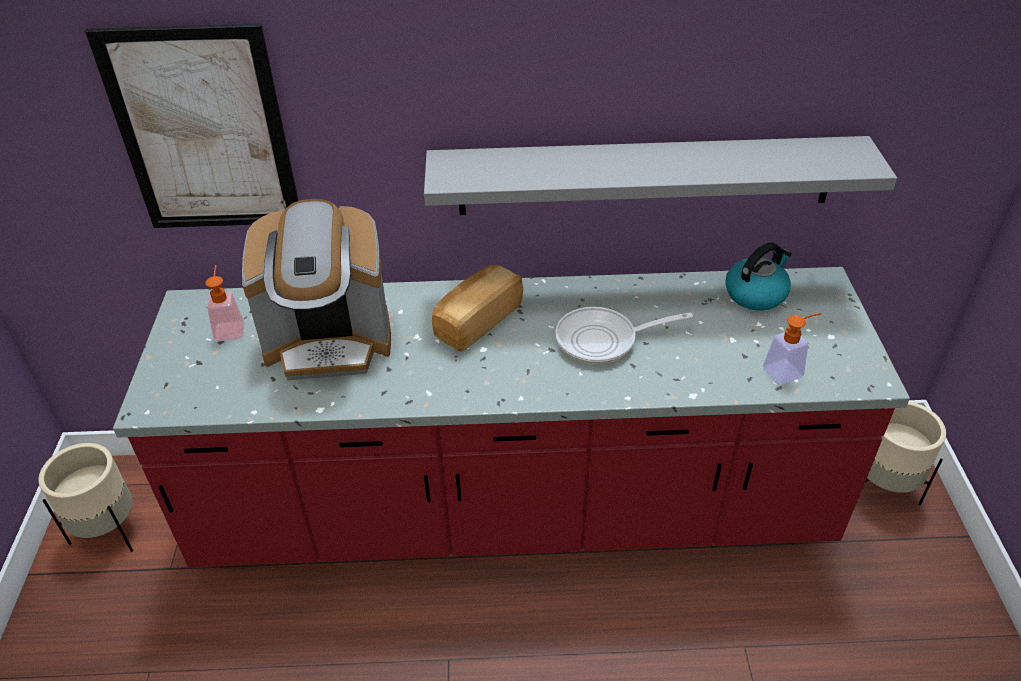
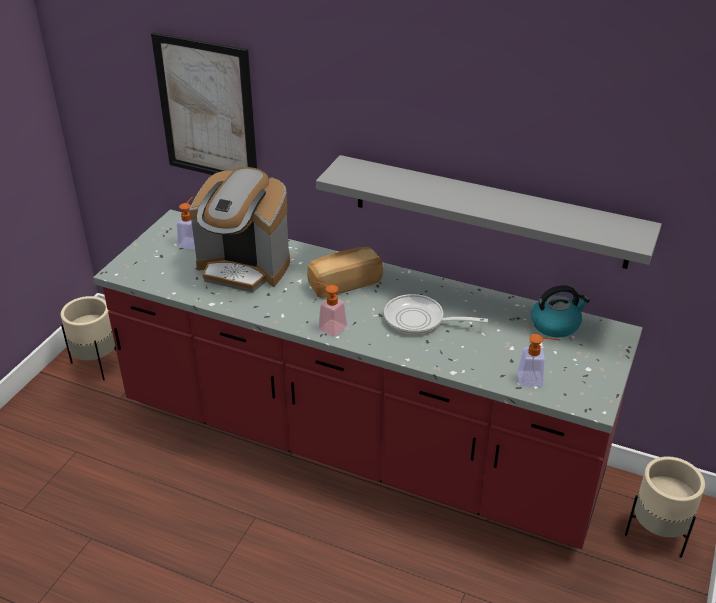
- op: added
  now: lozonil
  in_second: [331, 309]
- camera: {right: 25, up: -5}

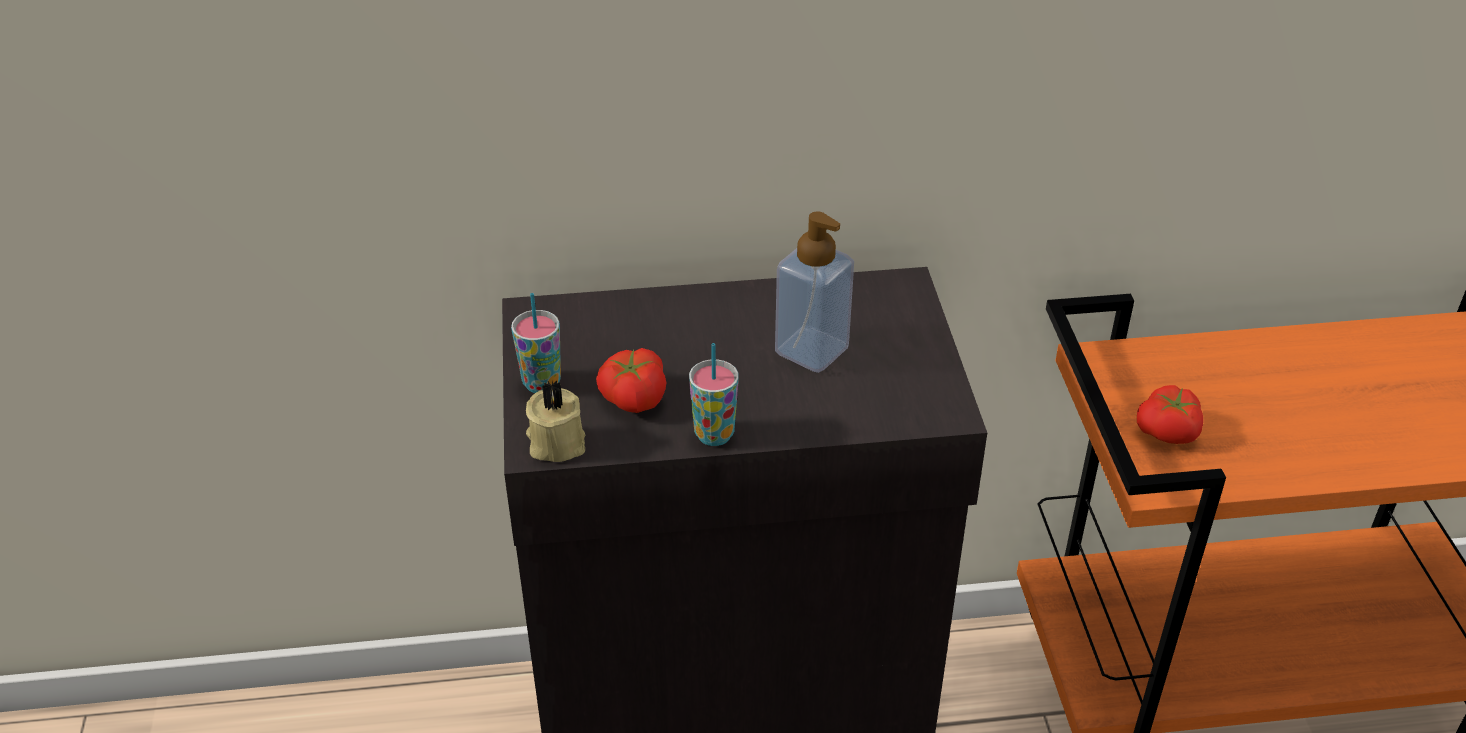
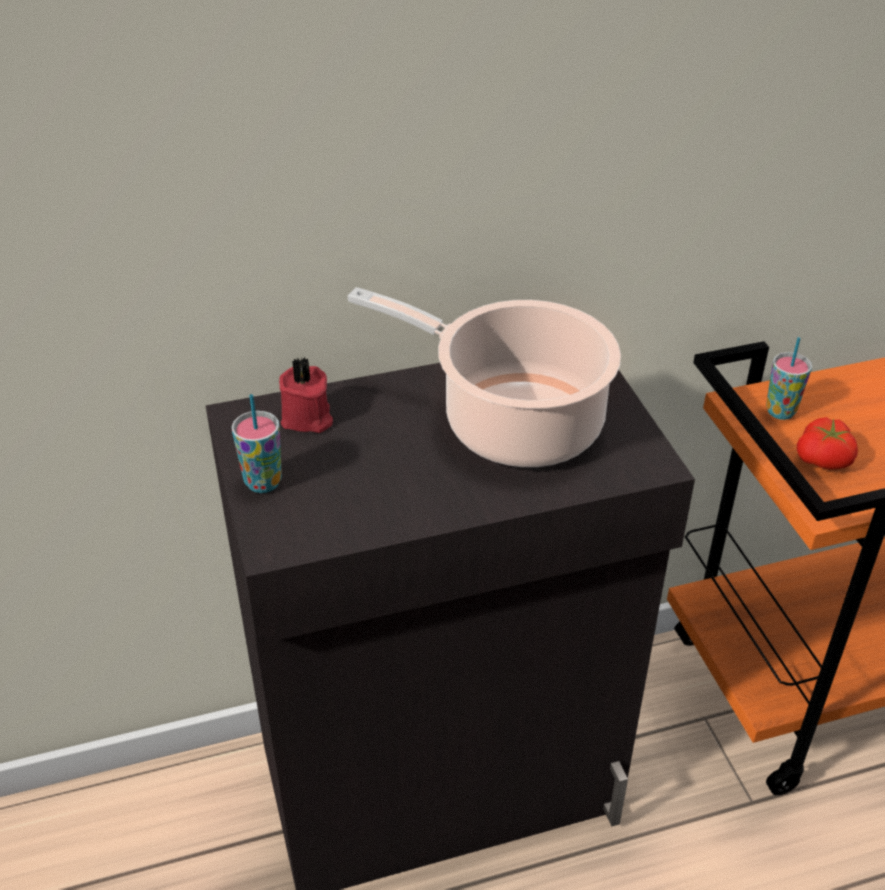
- op: removed
  was: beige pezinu
  in_first: [556, 421]
- op: removed
  was: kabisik
  in_first: [631, 380]
- op: added
  now: red pezinu
  in_second: [306, 395]
- op: moved
  was: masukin
  in_first: [714, 394]
  in_second: [789, 378]
- op: replaced
  was: lozonil
  now: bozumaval
  in_first: [814, 292]
  in_second: [484, 377]
- camera: {right: -10, up: 0}

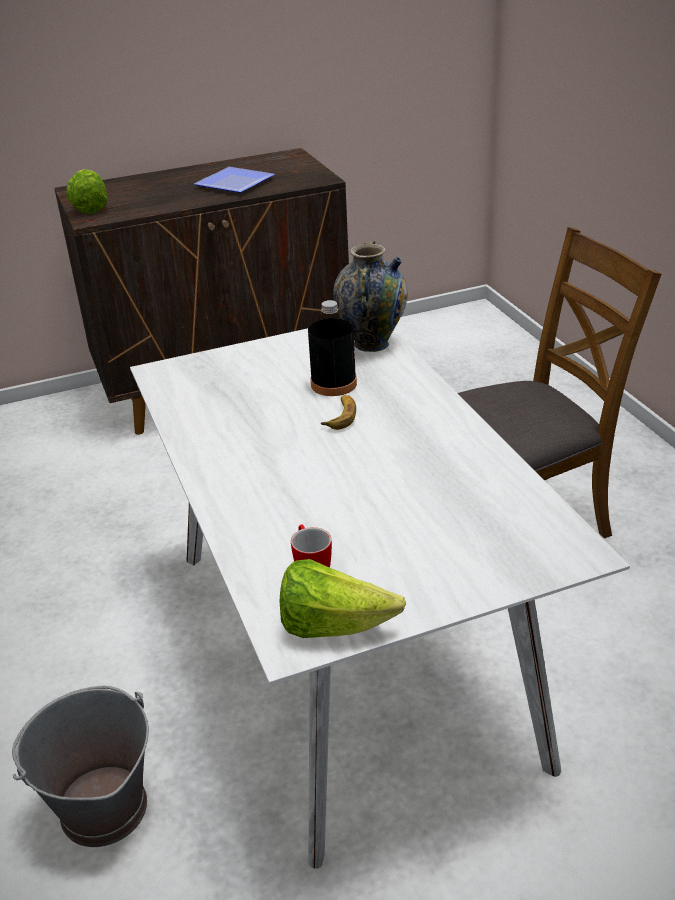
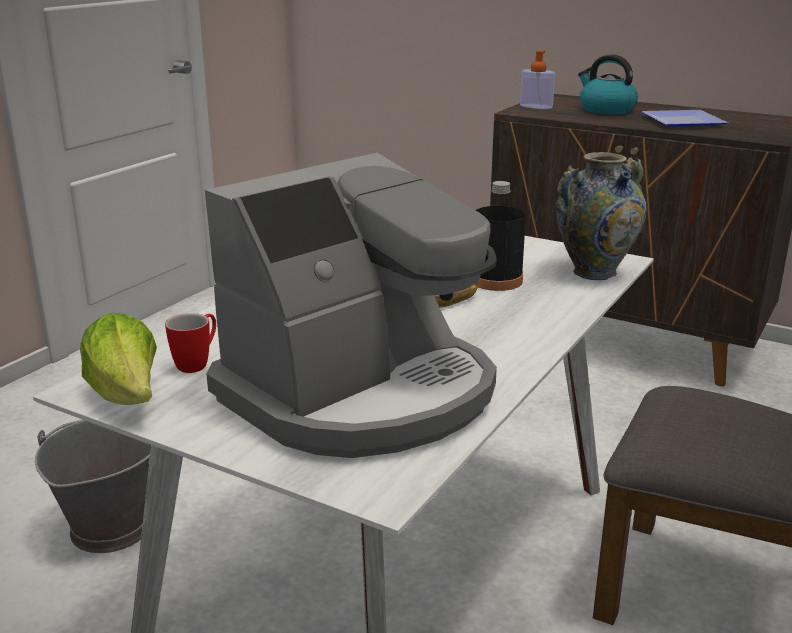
- op: added
  now: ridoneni
  in_second: [351, 305]
- op: added
  now: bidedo
  in_second: [608, 85]
- op: replaced
  was: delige
  now: lozonil
  in_first: [87, 191]
  in_second: [537, 79]
- camera: {right: 50, up: -10}

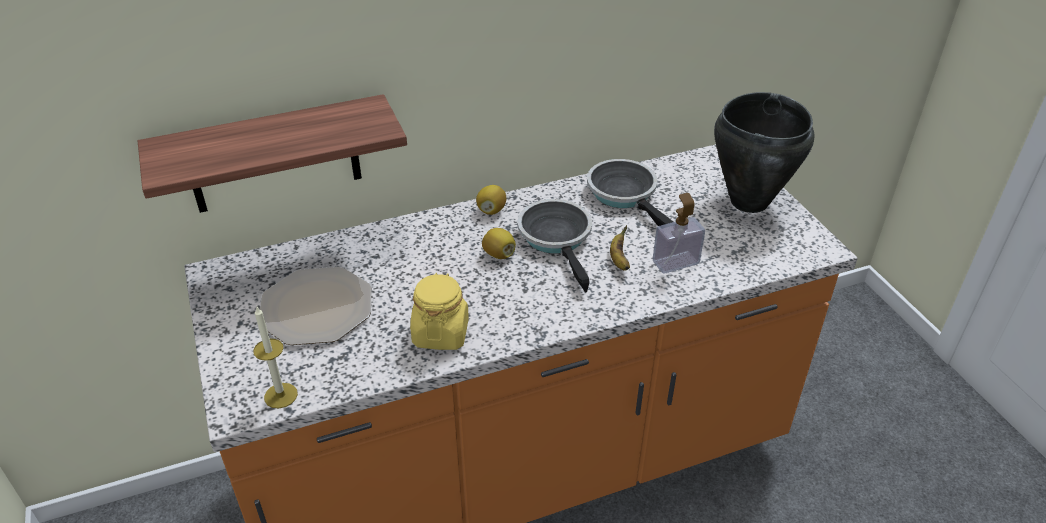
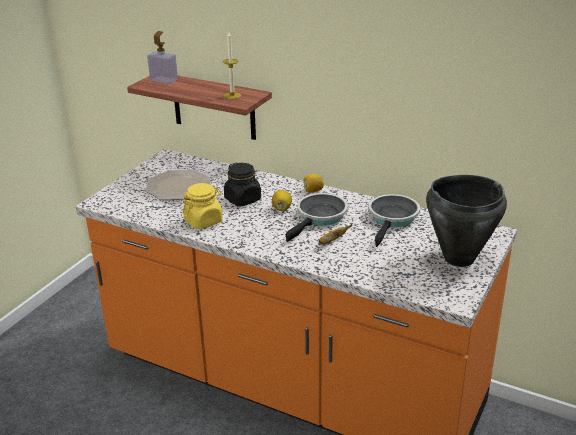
- op: added
  now: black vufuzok
  in_second: [242, 184]
- op: moved
  was: pezinu
  in_first: [275, 357]
  in_second: [232, 65]
- op: moved
  was: lozonil
  in_first: [679, 233]
  in_second: [162, 57]
- camera: {right: 50, up: -10}

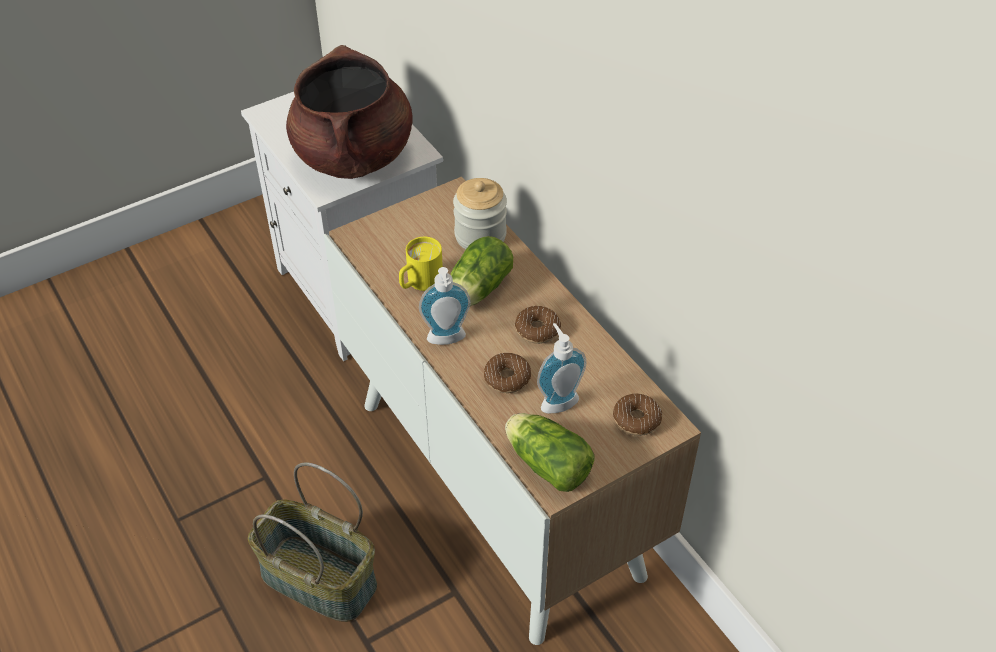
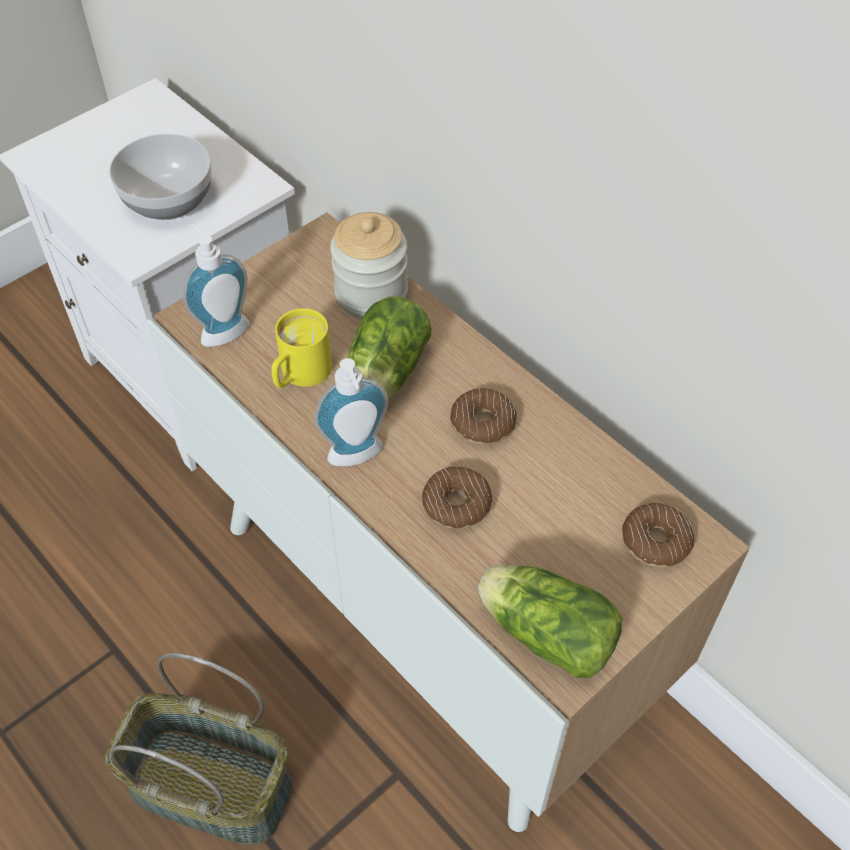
- op: moved
  was: lozonil
  in_first: [561, 368]
  in_second: [216, 285]
- op: replaced
  was: brown bozumaval
  now: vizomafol
  in_first: [349, 112]
  in_second: [160, 177]
- camera: {right: -10, up: 5}

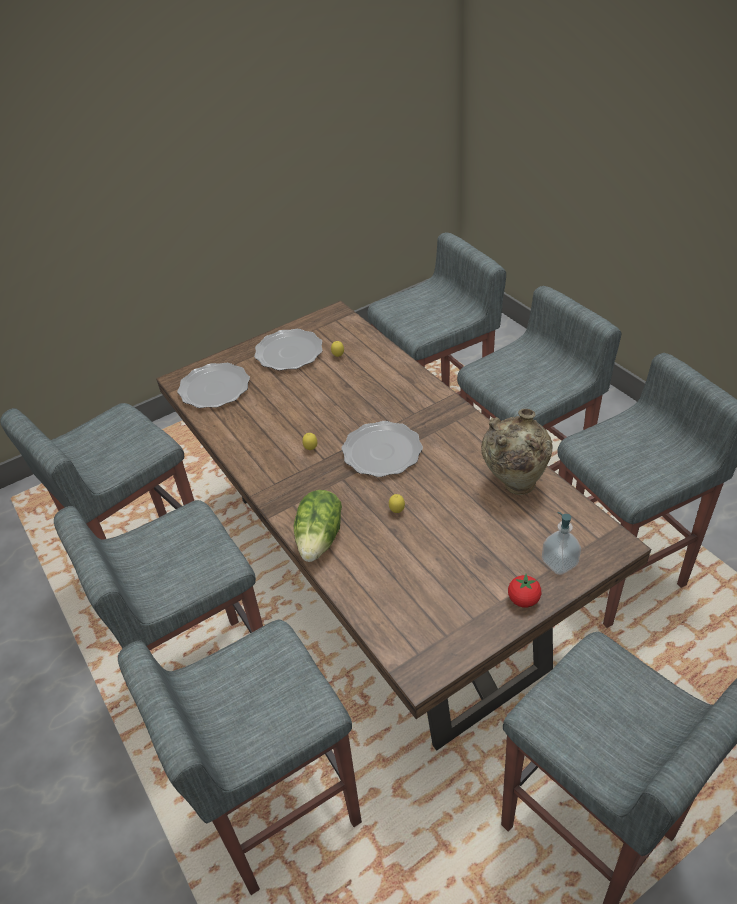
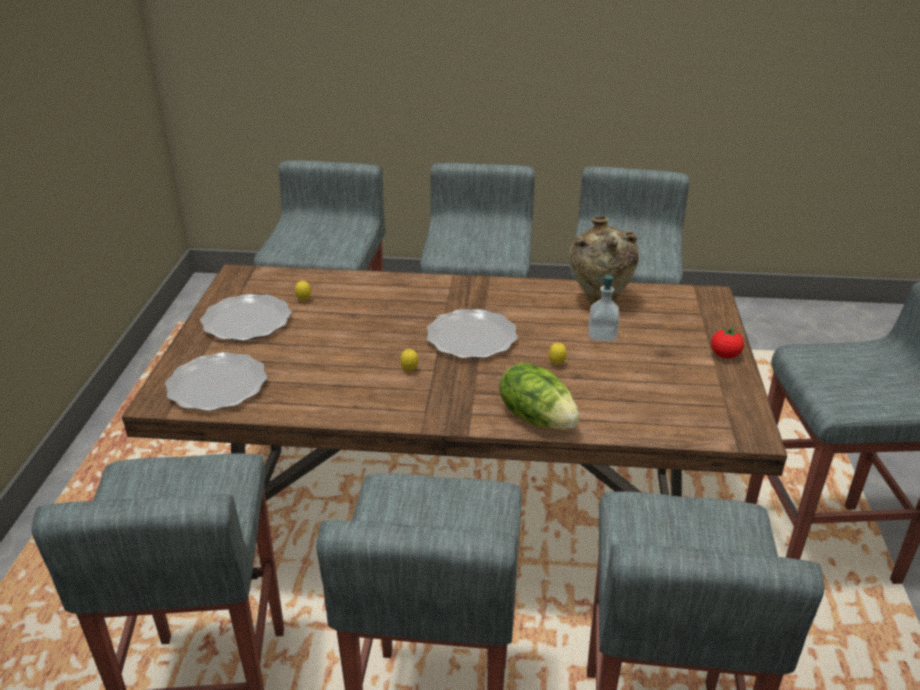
- op: moved
  was: lozonil
  in_first: [561, 543]
  in_second: [604, 308]
- camera: {right: -55, up: -10}

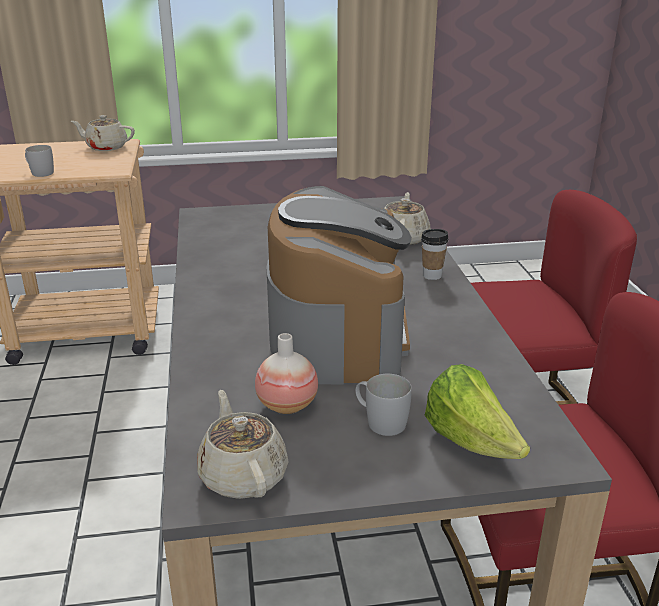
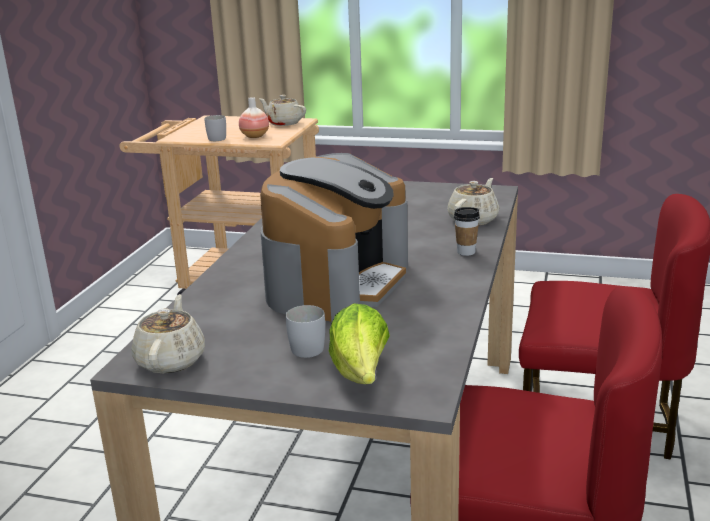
- op: moved
  was: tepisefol
  in_first: [286, 373]
  in_second: [254, 117]
- camera: {right: 25, up: -5}

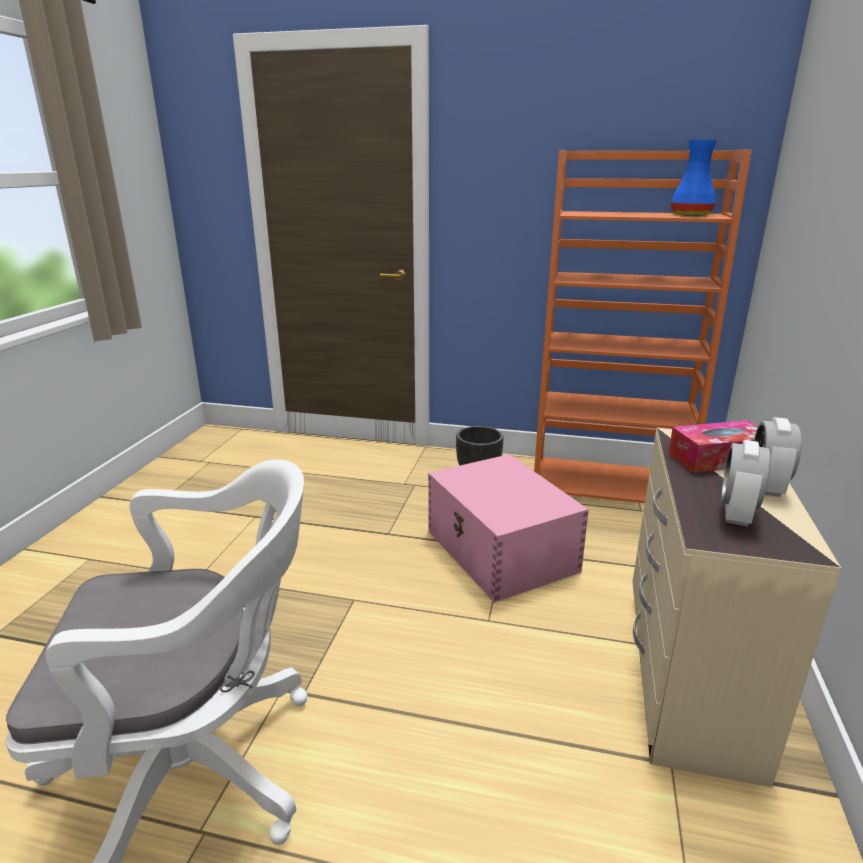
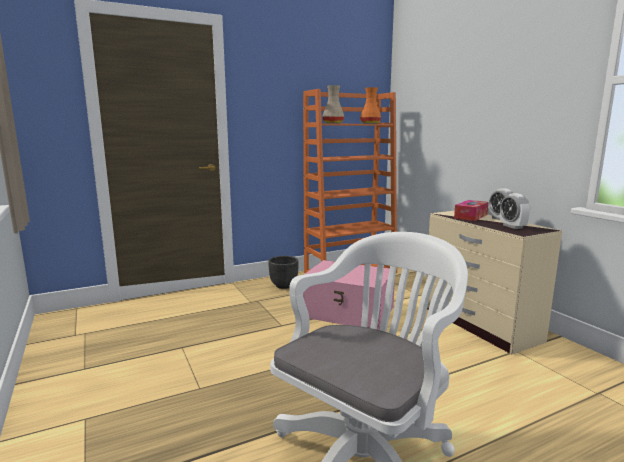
- op: added
  now: beige tepisefol
  in_second: [333, 104]
- op: recoloured
  was: blue tepisefol
  now: orange tepisefol
  in_first: [694, 178]
  in_second: [370, 105]
- camera: {right: -40, up: -10}

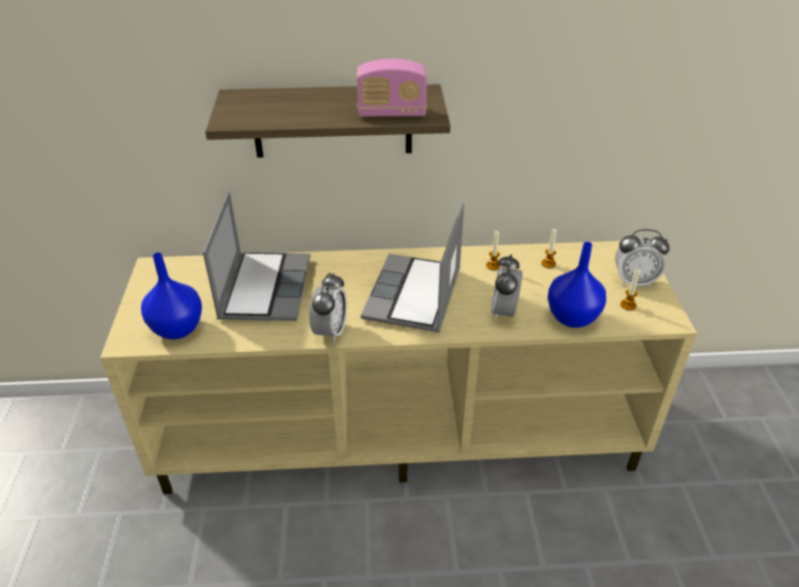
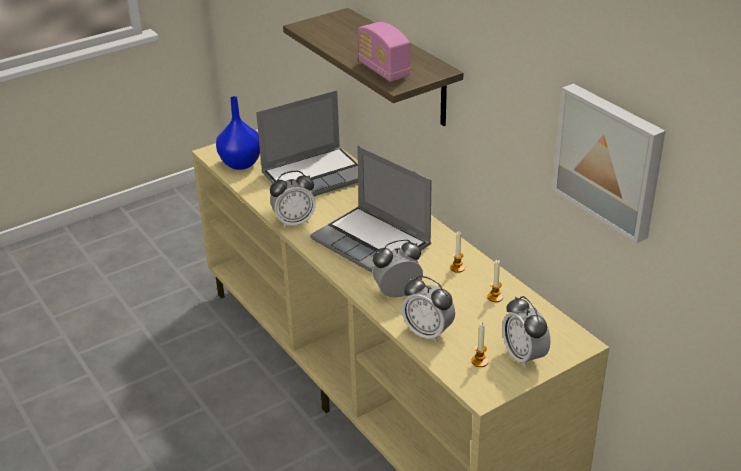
- op: added
  now: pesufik
  in_second: [608, 163]
- op: replaced
  was: blue tepisefol
  now: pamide
  in_first: [576, 285]
  in_second: [428, 309]
- op: turned
  was: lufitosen
  in_first: [412, 267]
  in_second: [371, 209]
  clockwise: -120
- camera: {right: 60, up: -5}

